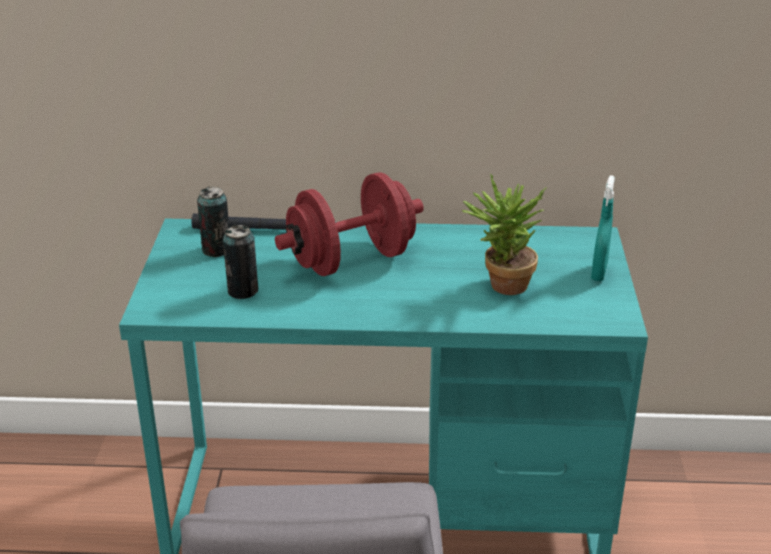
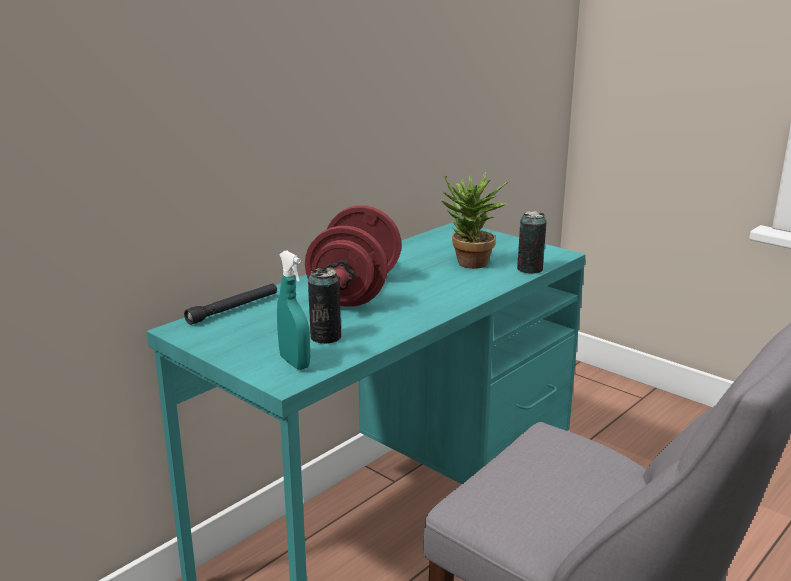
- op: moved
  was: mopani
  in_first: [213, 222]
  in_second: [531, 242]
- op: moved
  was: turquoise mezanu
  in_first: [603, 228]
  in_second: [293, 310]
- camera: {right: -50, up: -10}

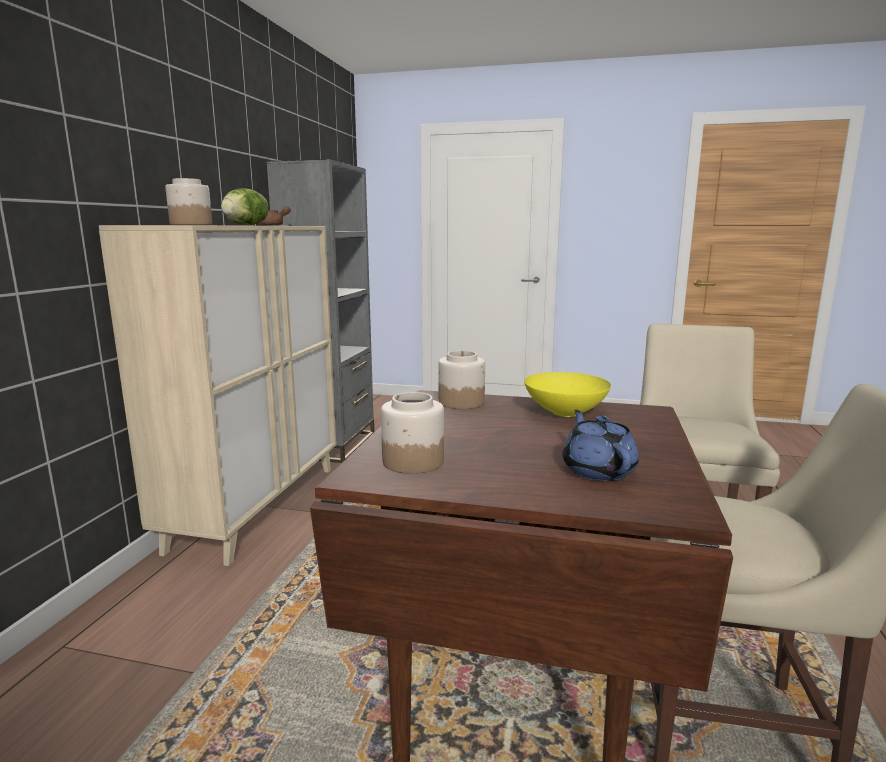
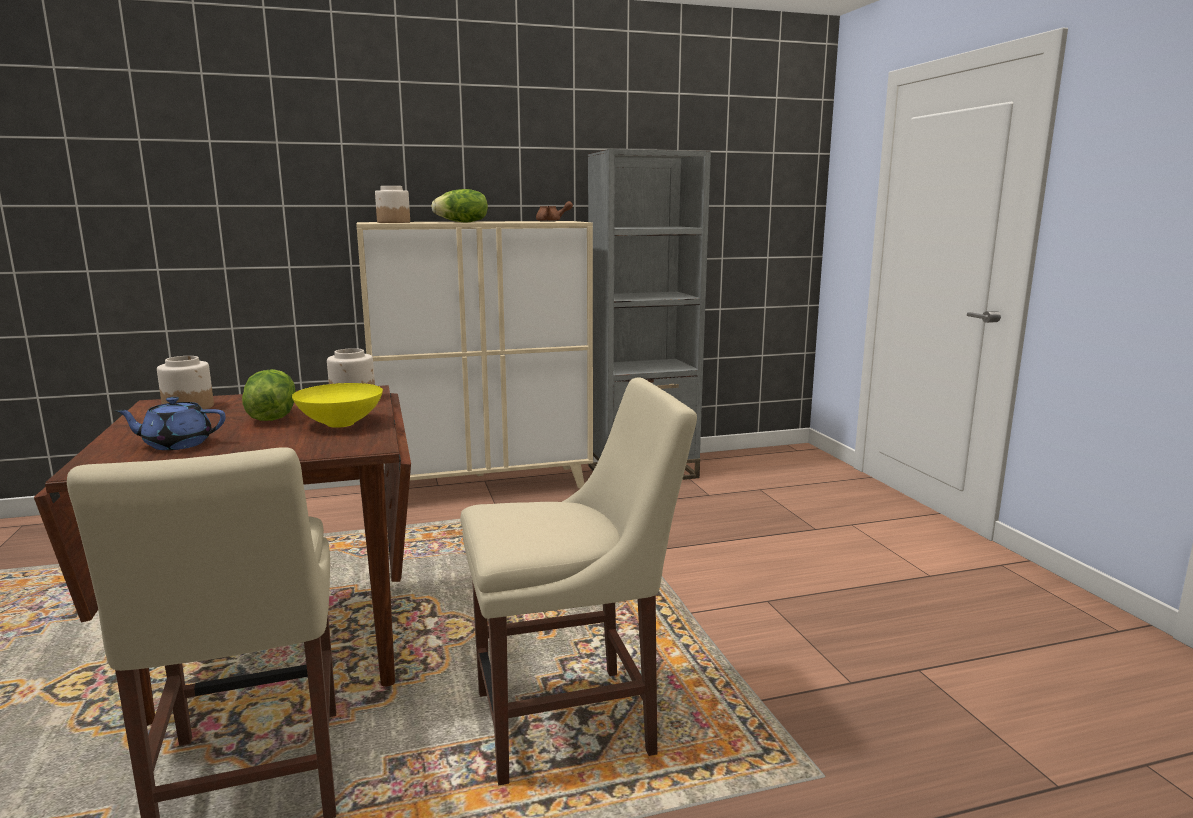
- op: added
  now: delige
  in_second: [269, 395]
- op: turned
  was: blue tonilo
  in_first: [600, 445]
  in_second: [170, 423]
  clockwise: -150
- camera: {right: 60, up: 0}

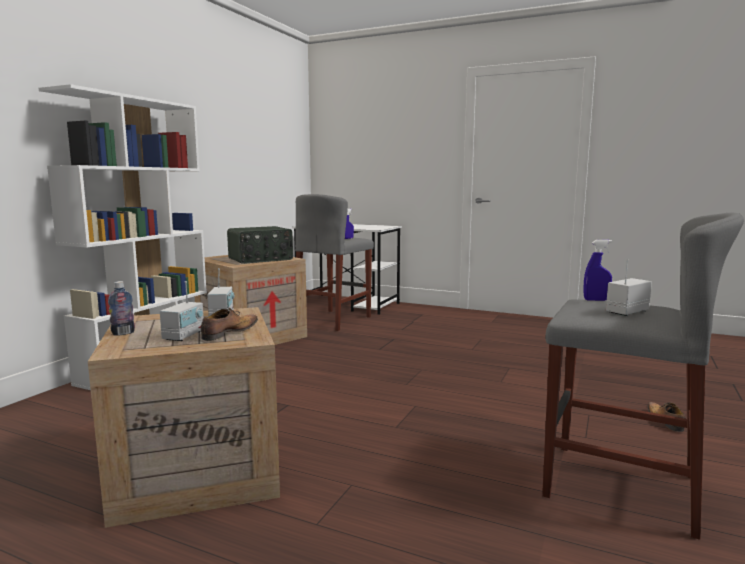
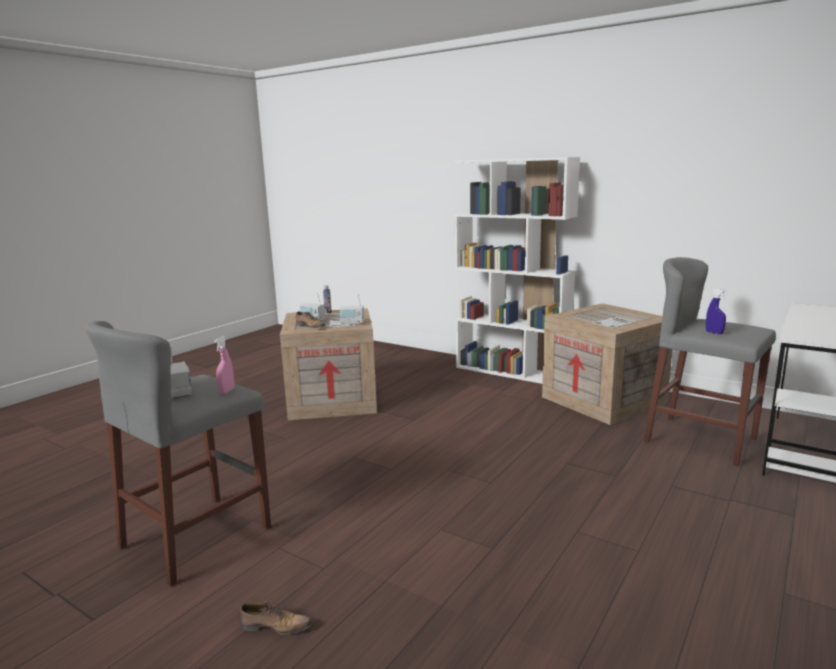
- op: removed
  was: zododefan
  in_first: [260, 245]
- op: recoloured
  was: blue mezanu
  now: pink mezanu
  in_first: [598, 270]
  in_second: [224, 365]
- camera: {right: 100, up: 5}

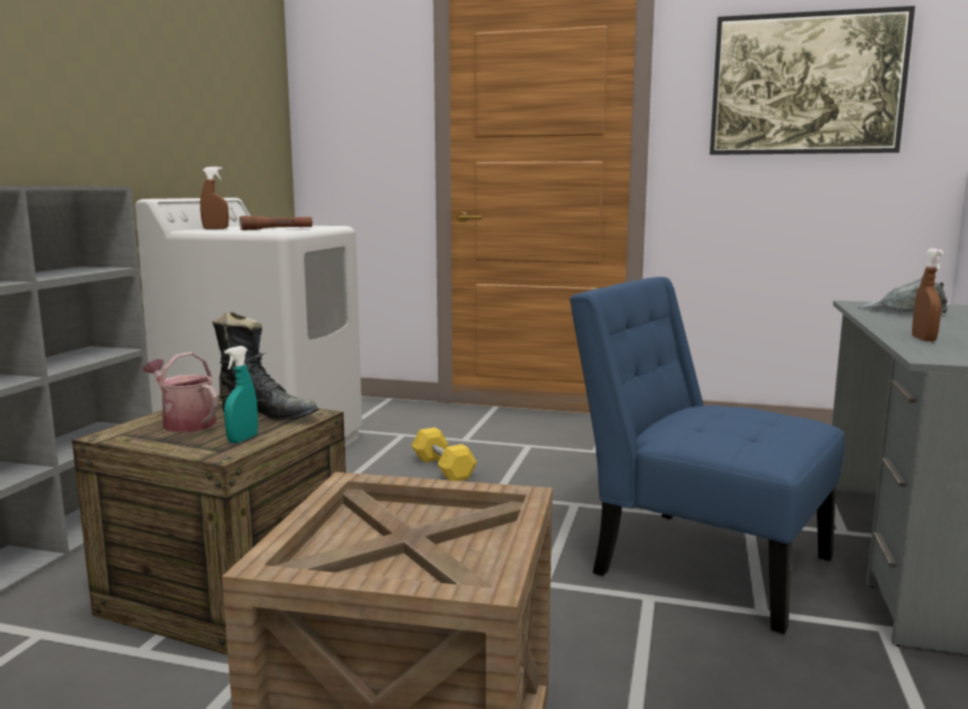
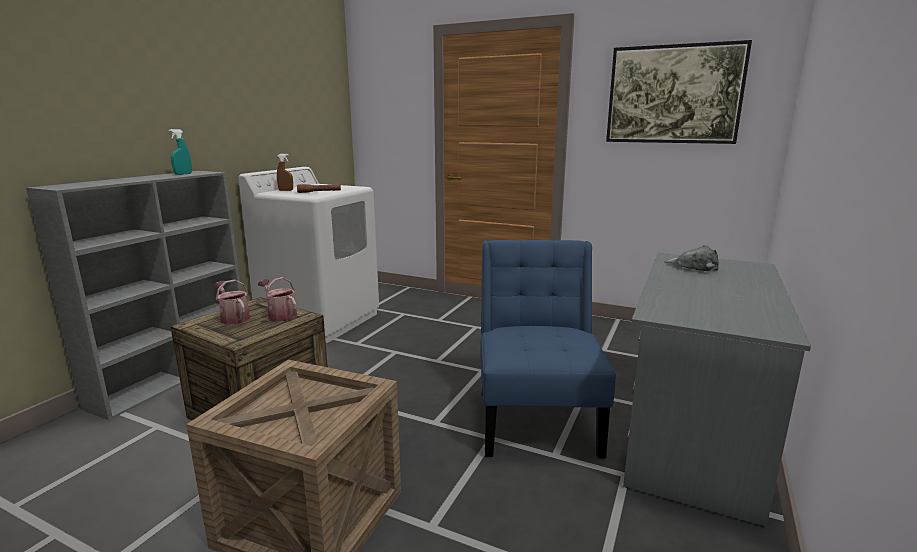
- op: removed
  was: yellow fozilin
  in_first: [444, 454]
- op: removed
  was: brown mezanu
  in_first: [928, 295]
- op: moved
  was: turquoise mezanu
  in_first: [241, 394]
  in_second: [180, 152]
- op: replaced
  was: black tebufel
  now: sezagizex
  in_first: [265, 366]
  in_second: [277, 299]
- op: turned
  was: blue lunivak
  in_first: [707, 455]
  in_second: [548, 349]
  clockwise: 45
- camera: {right: 10, up: 5}

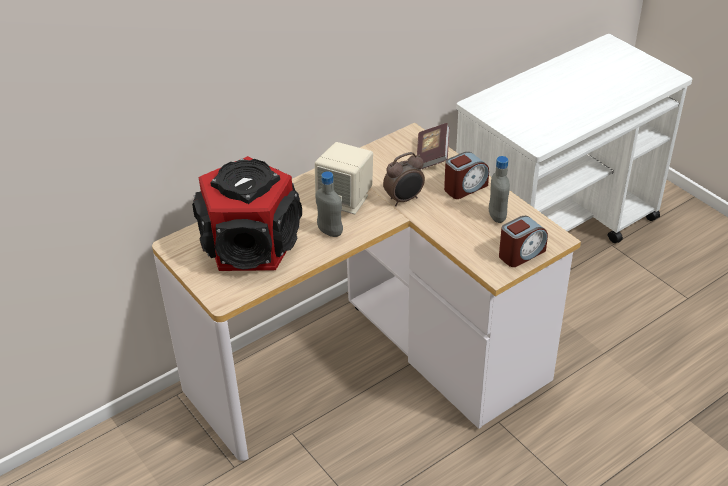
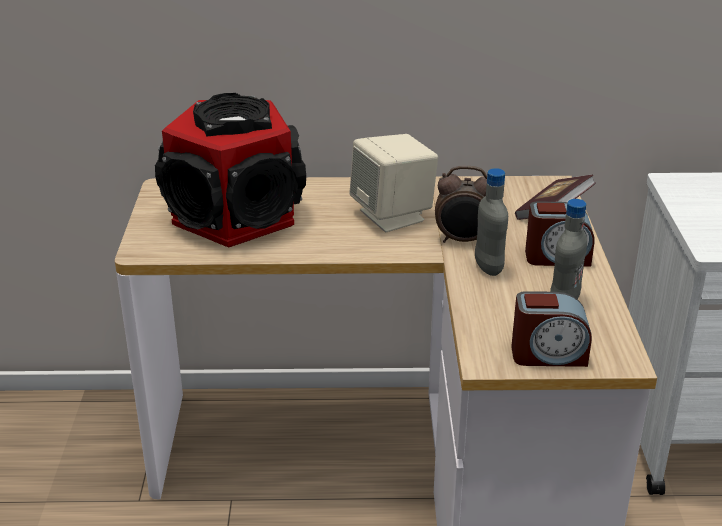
- op: moved
  was: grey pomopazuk
  in_first: [329, 204]
  in_second: [491, 222]
- camera: {right: 35, up: -10}

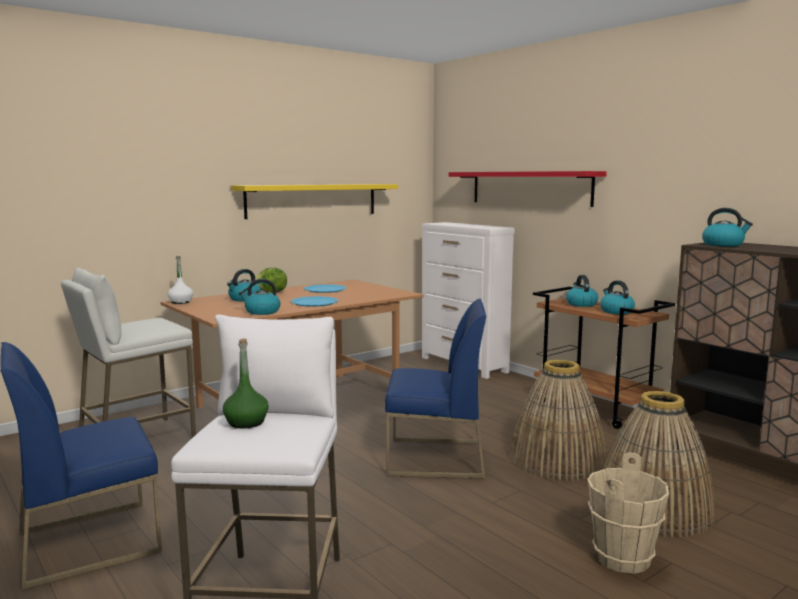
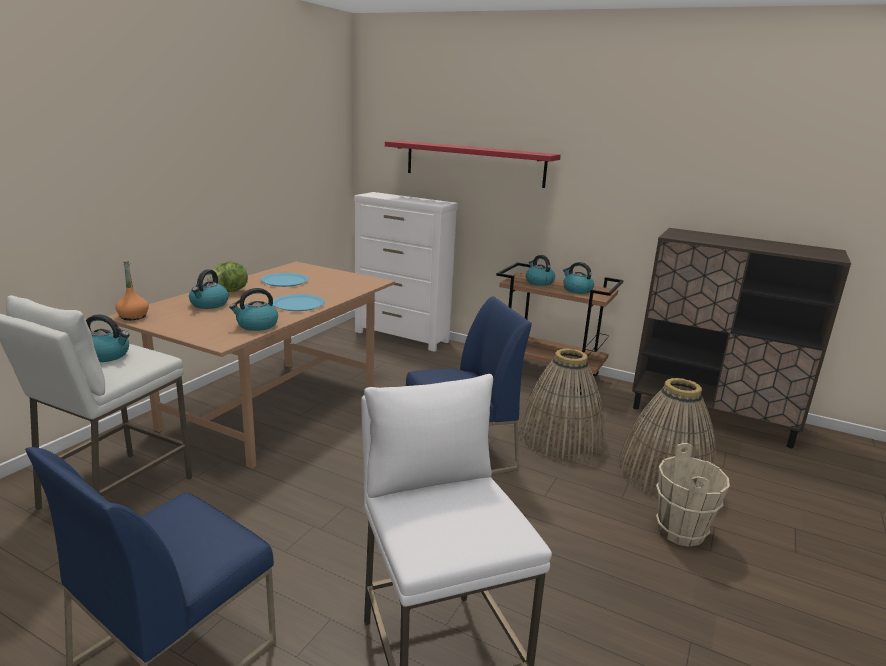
- op: removed
  was: green pomopazuk
  in_first: [246, 384]
- op: removed
  was: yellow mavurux
  in_first: [314, 201]
- op: moved
  was: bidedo
  in_first: [727, 227]
  in_second: [108, 338]
- op: recoloured
  was: white pomopazuk
  now: orange pomopazuk
  in_first: [180, 280]
  in_second: [132, 290]
- camera: {right: -25, up: 10}

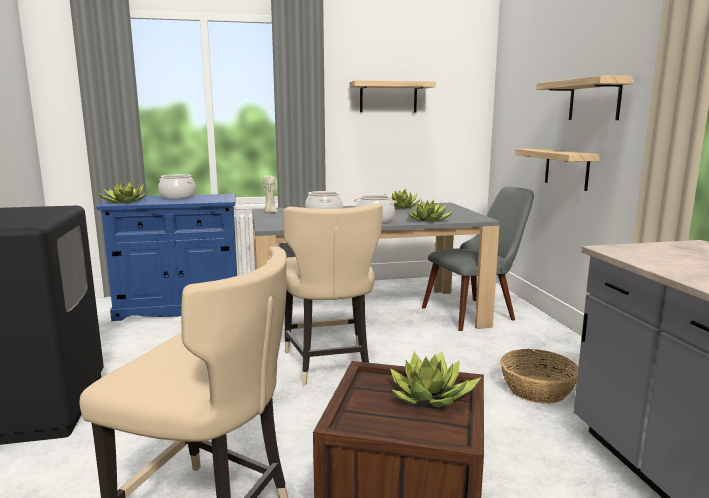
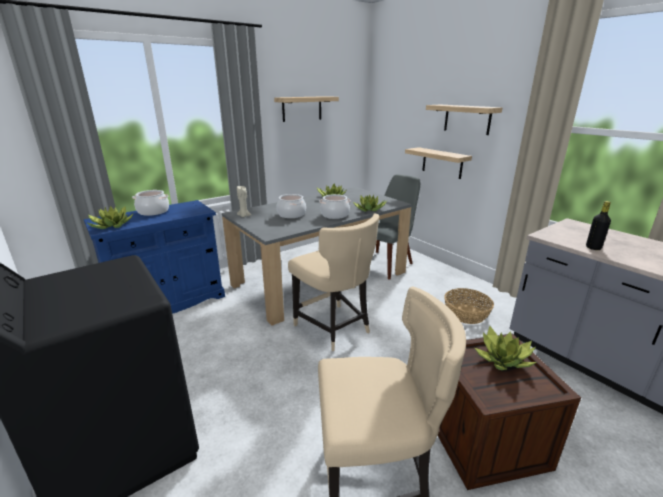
- op: added
  now: black pomopazuk
  in_second: [598, 225]
- camera: {right: -25, up: 10}

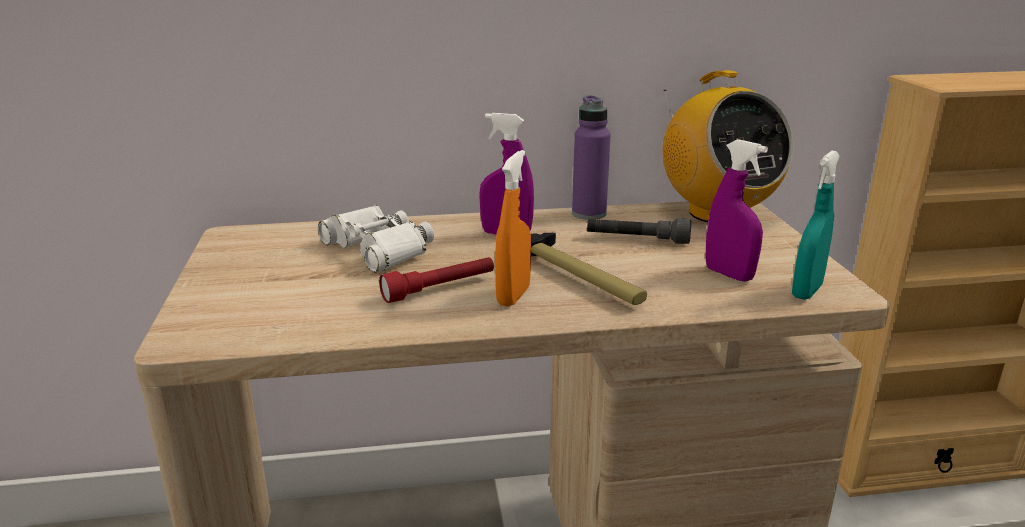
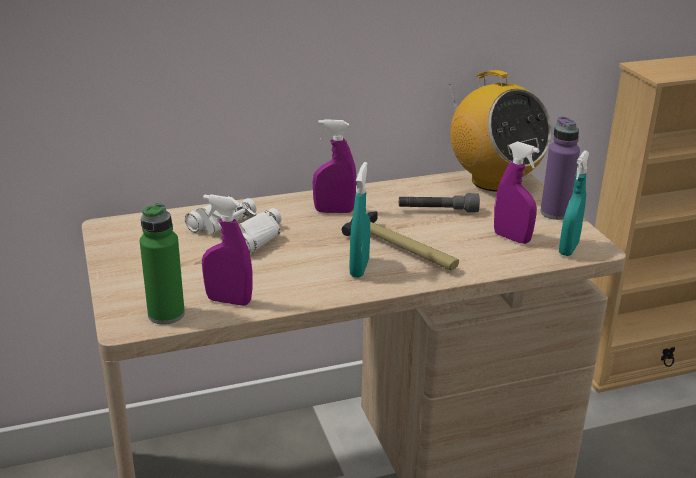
- op: removed
  was: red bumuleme
  in_first: [436, 280]
- op: added
  now: green pomopazuk
  in_second: [162, 264]
- op: added
  now: purple mezanu
  in_second: [227, 250]
- op: moved
  was: purple pomopazuk
  in_first: [591, 157]
  in_second: [560, 168]
- op: recoloured
  was: orange mezanu
  now: turquoise mezanu
  in_first: [513, 228]
  in_second: [359, 220]
- camera: {right: -10, up: 5}

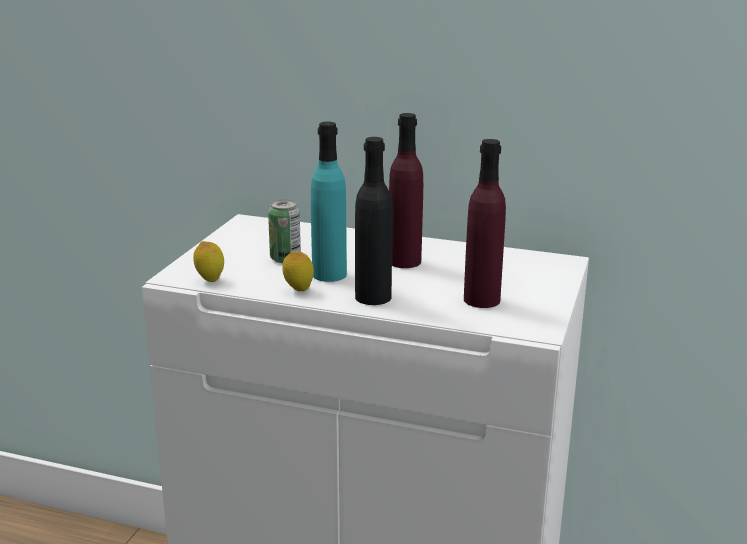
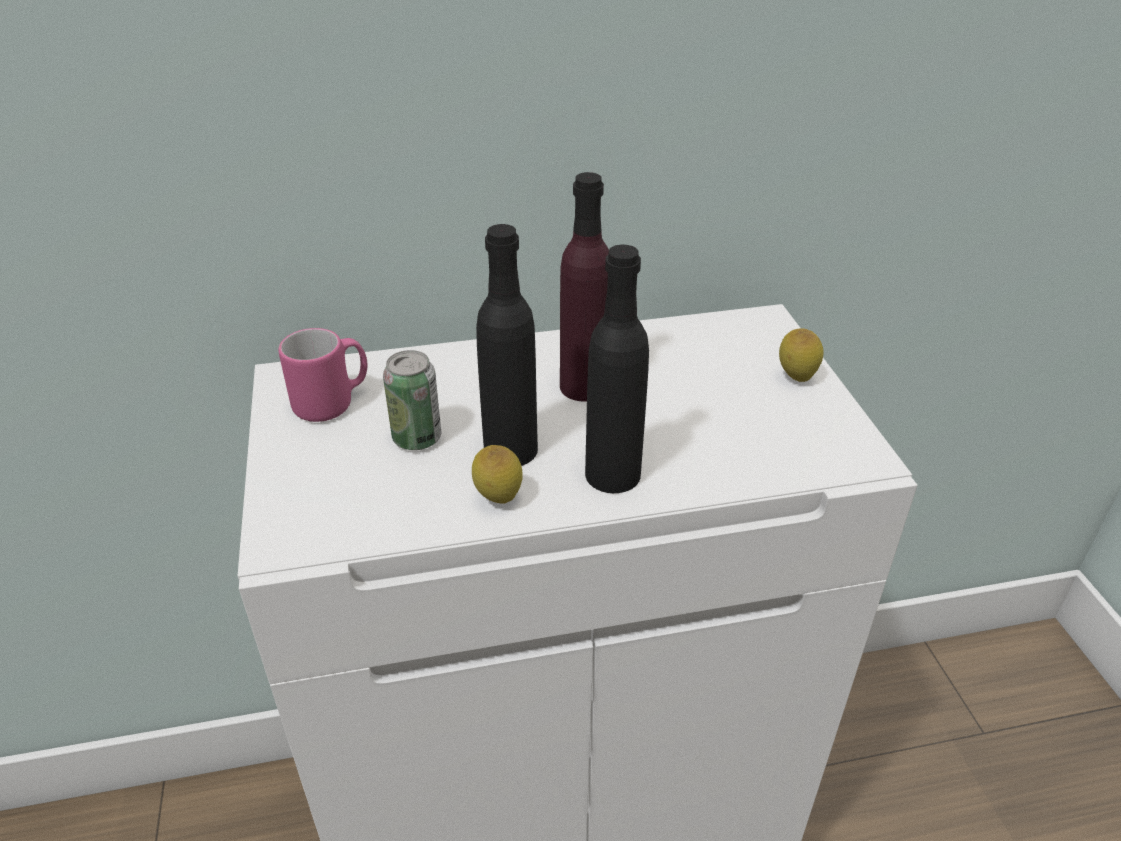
- op: removed
  was: purple pomopazuk
  in_first: [485, 223]
- op: added
  now: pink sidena
  in_second: [323, 375]
- op: moved
  was: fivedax
  in_first: [208, 261]
  in_second: [801, 355]
- op: recoloured
  was: turquoise pomopazuk
  now: black pomopazuk
  in_first: [329, 202]
  in_second: [507, 345]
- camera: {right: -30, up: 15}

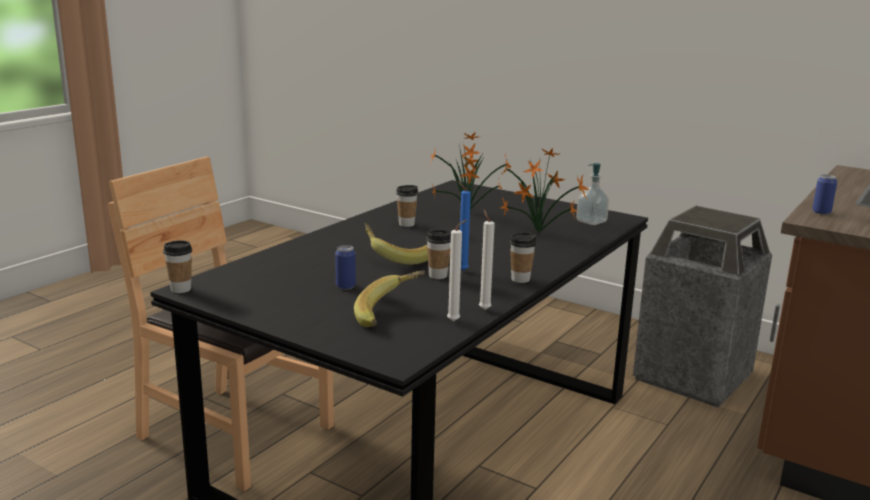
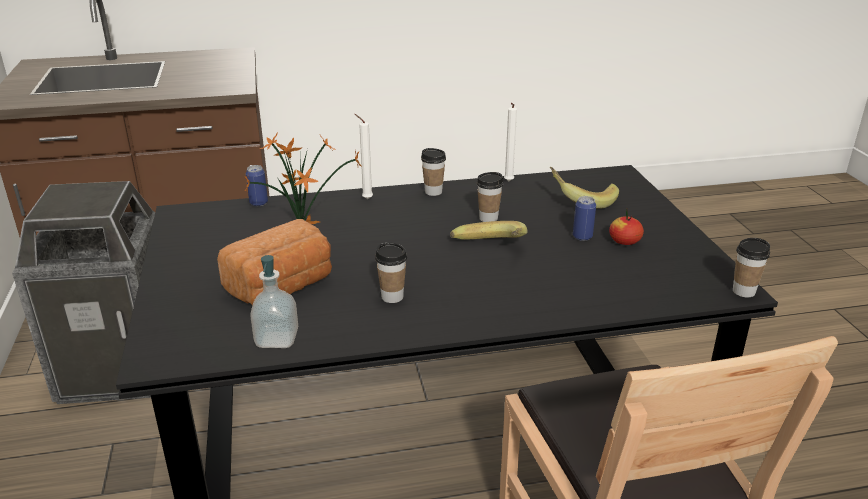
- op: removed
  was: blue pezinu
  in_first: [464, 226]
- op: added
  now: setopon
  in_second: [626, 227]
- op: moved
  was: white pezinu
  in_first: [457, 270]
  in_second: [364, 156]
- op: moved
  was: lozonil
  in_first: [592, 194]
  in_second: [274, 301]
- op: moved
  was: mopani
  in_first: [824, 194]
  in_second: [257, 185]
- op: replaced
  was: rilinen
  now: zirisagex
  in_first: [470, 172]
  in_second: [274, 262]
- camera: {right: -135, up: 10}

